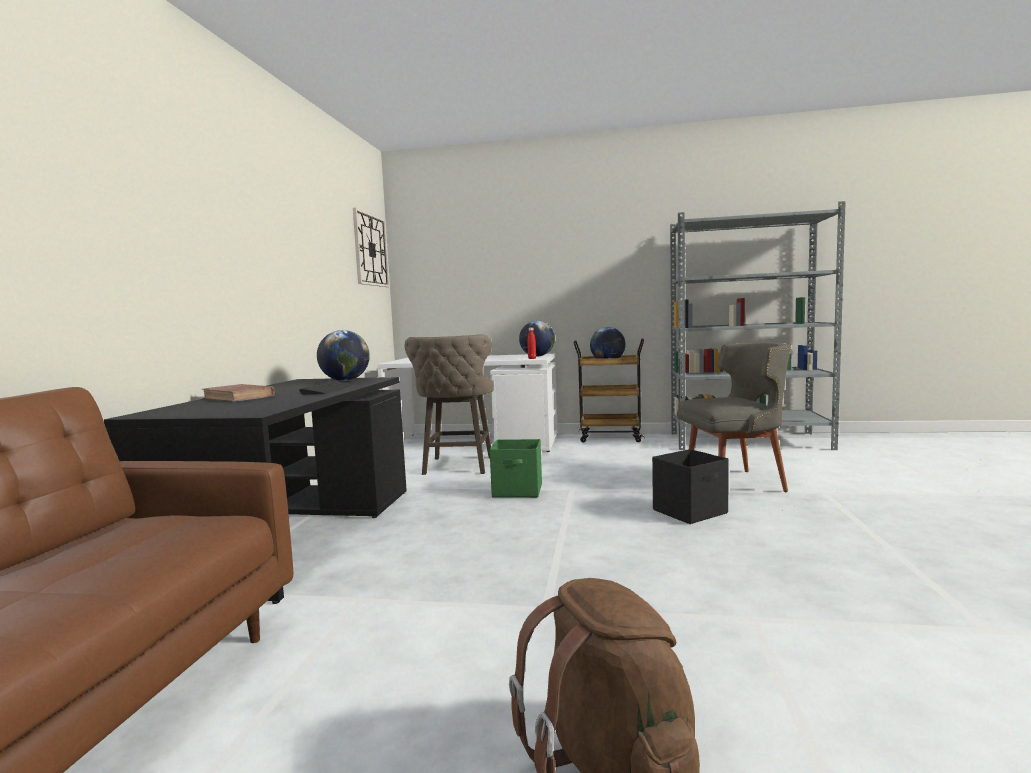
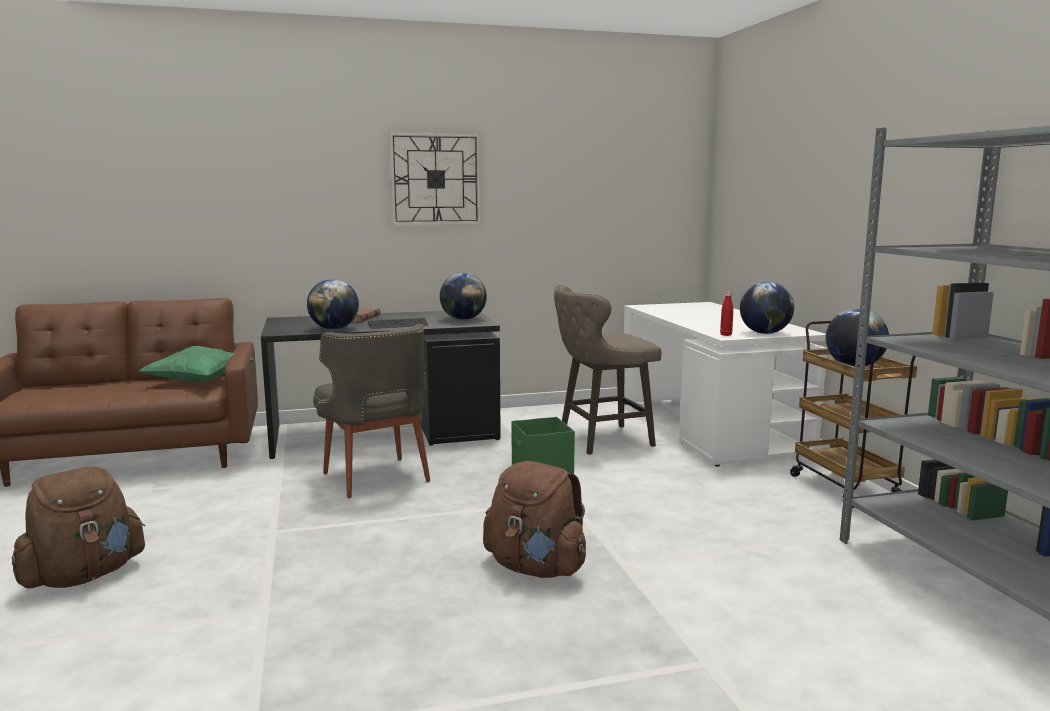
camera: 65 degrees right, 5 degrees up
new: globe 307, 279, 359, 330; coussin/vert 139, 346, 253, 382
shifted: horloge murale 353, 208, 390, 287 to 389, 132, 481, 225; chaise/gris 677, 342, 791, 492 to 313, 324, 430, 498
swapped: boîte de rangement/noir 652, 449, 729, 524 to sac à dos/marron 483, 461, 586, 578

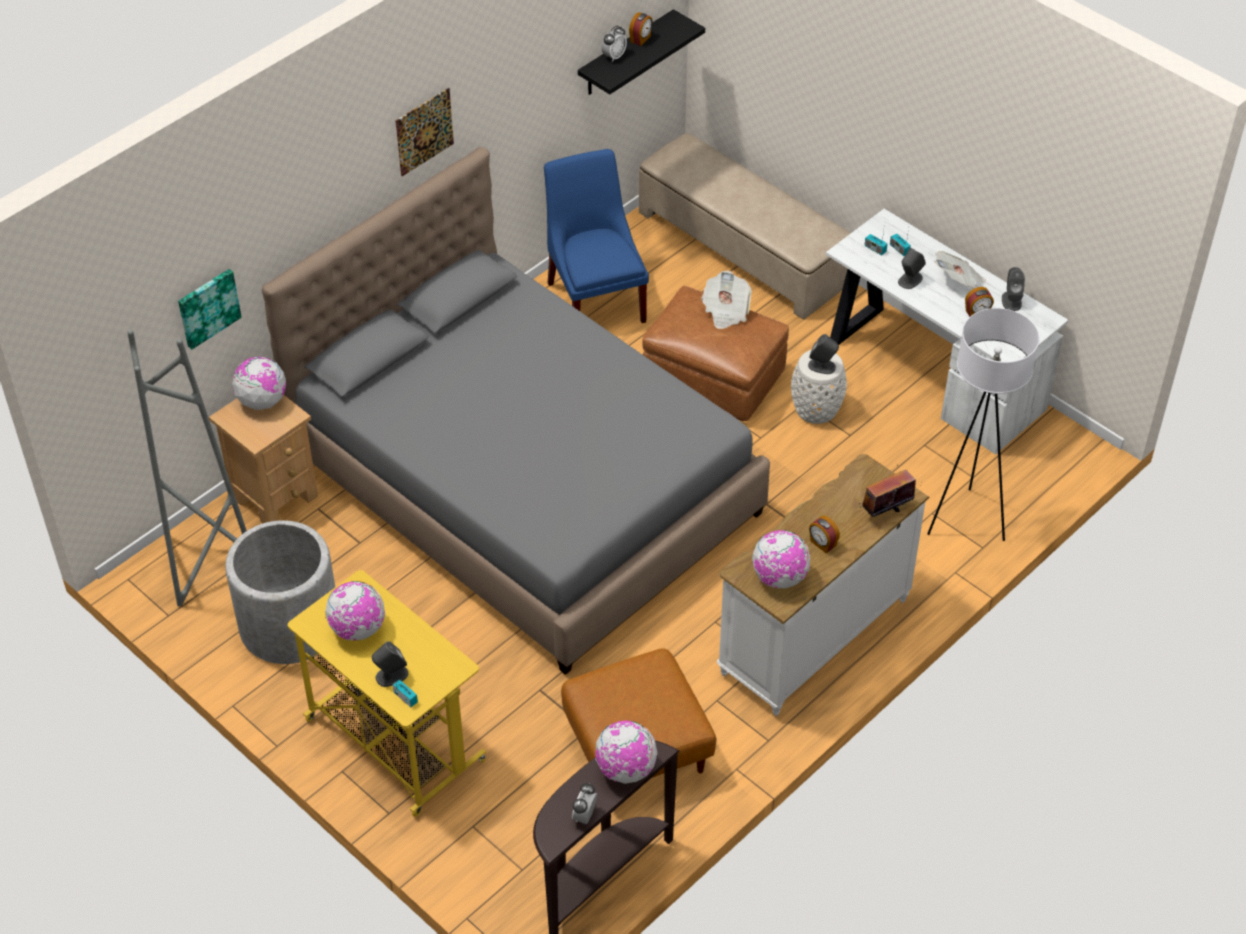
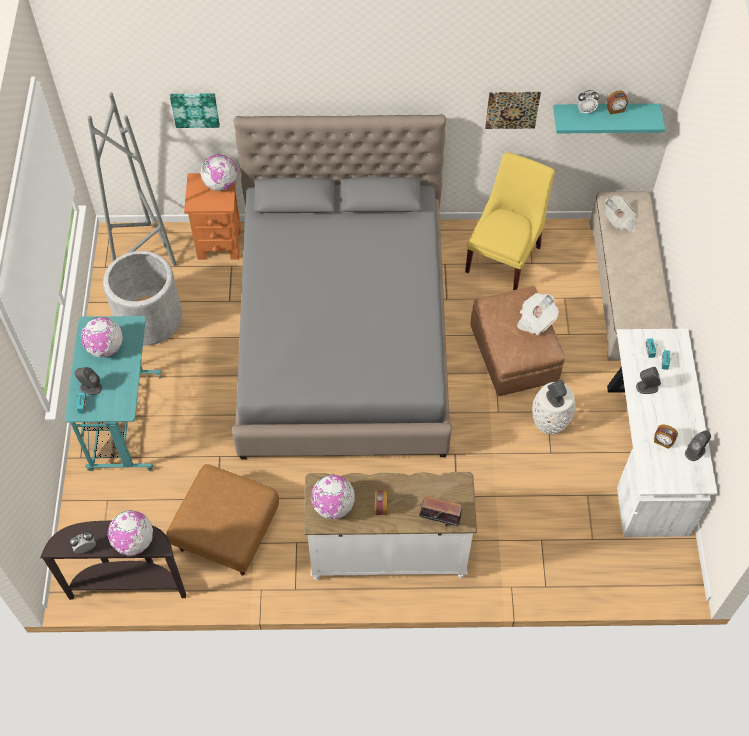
camera: 45 degrees right, 10 degrees up
gone: lampadaire/blanc 927, 308, 1039, 541
shifted: tableau 395, 88, 454, 176 to 485, 92, 541, 129; journal 934, 251, 986, 287 to 605, 195, 637, 232
repainted: étagère/noir 578, 9, 705, 95 to étagère/turquoise 553, 104, 665, 133; chaise/bleu 544, 149, 649, 323 to chaise/jaune 465, 152, 555, 290; table de chevet/beige 209, 395, 318, 523 to table de chevet/orange 184, 173, 241, 260; bureau/jaune 288, 570, 486, 817 to bureau/turquoise 65, 316, 161, 471

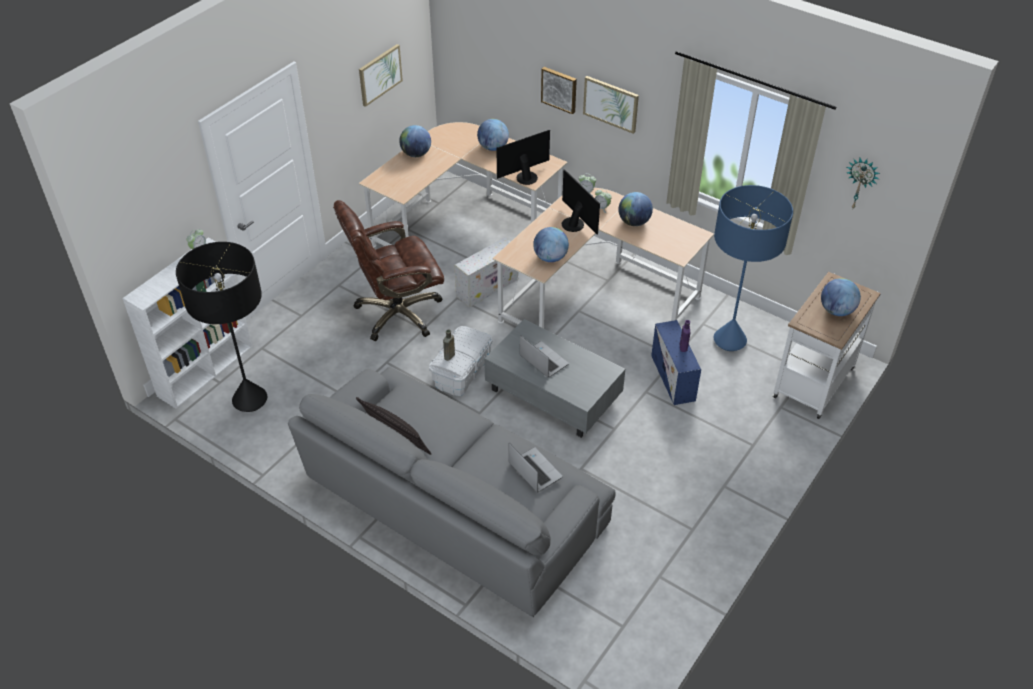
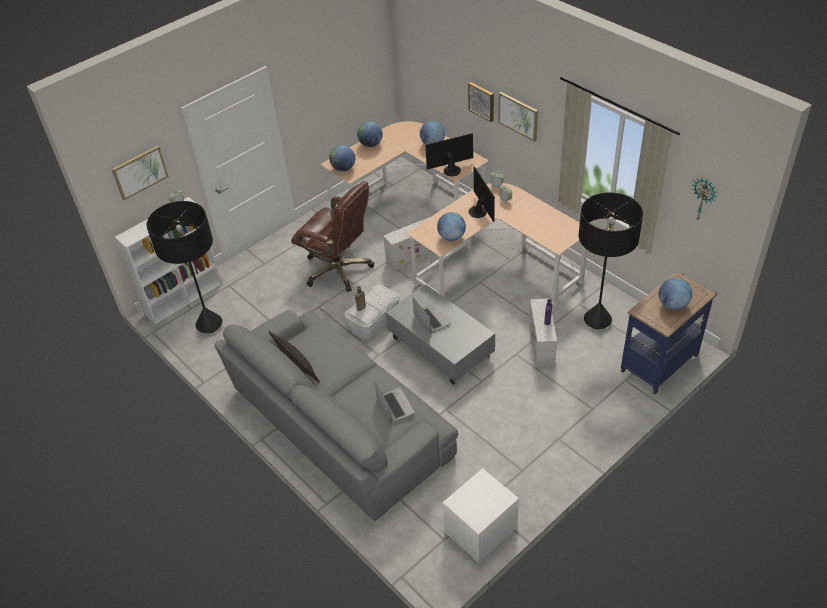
camera: 15 degrees right, 0 degrees up
new: table de chevet/blanc 442, 468, 519, 563
shifted: tableau 359, 44, 403, 107 to 112, 146, 169, 200; globe 618, 192, 653, 226 to 329, 145, 355, 172
repainted: lampadaire/bleu 714, 185, 793, 351 to lampadaire/noir 579, 192, 643, 329; chariot/blanc 773, 272, 881, 419 to chariot/bleu 621, 271, 717, 394; boîte de rangement/bleu 651, 320, 701, 405 to boîte de rangement/blanc 529, 298, 557, 368
rotated: chaise de bureau/marron 333, 200, 444, 341 = 291, 181, 374, 292 135 degrees counterclockwise

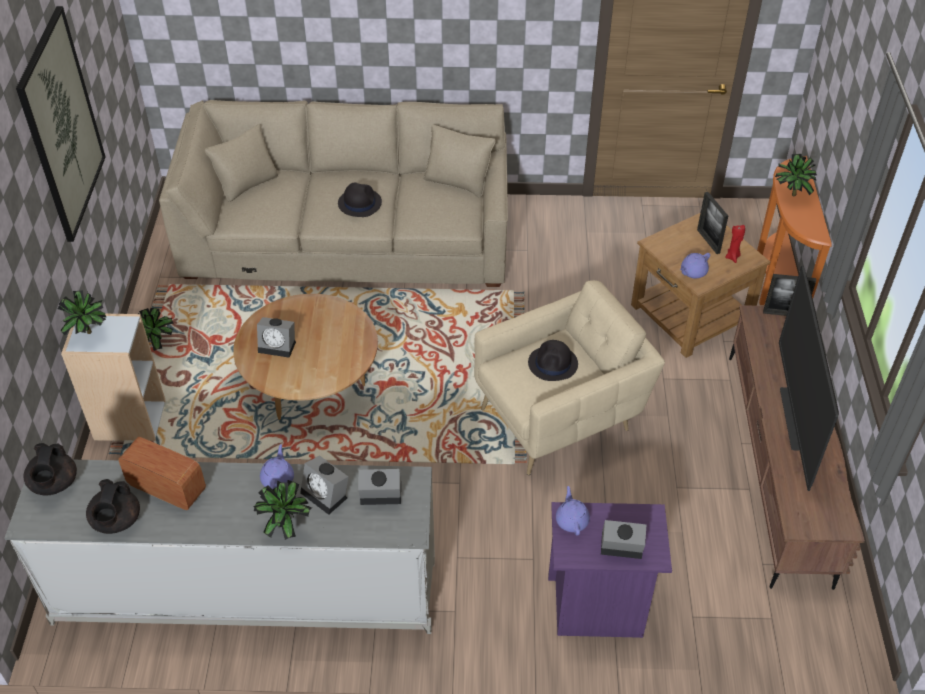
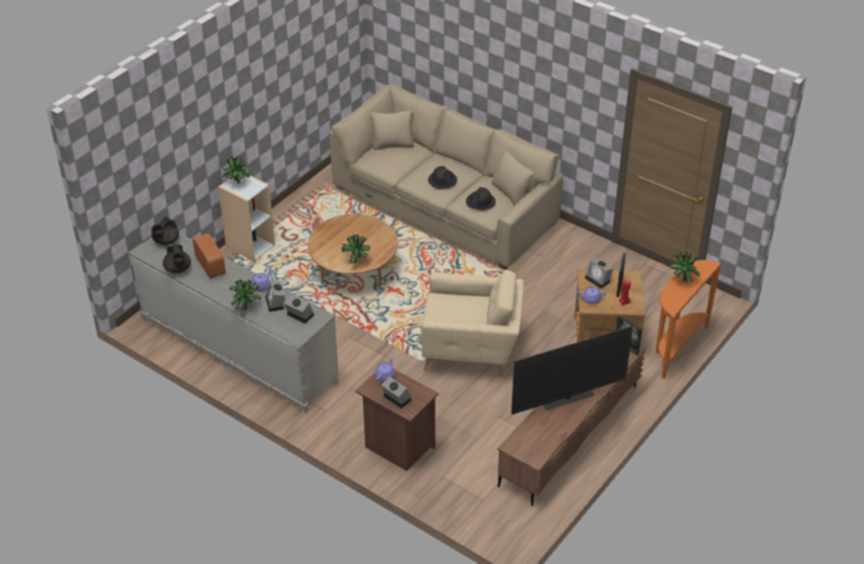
camera: 35 degrees right, 5 degrees down
gone: tableau 16, 6, 105, 242
shifted: plante en pot 138, 308, 174, 351 to 341, 235, 371, 263; réveil 257, 317, 296, 358 to 585, 258, 613, 289; chapeau/noir 528, 340, 578, 381 to 466, 187, 496, 211
repainted: table de chevet/violet 548, 502, 672, 638 to table de chevet/marron 355, 369, 439, 471
rotated: téléviseur 779, 266, 839, 491 = 511, 326, 633, 415 150 degrees counterclockwise; théière/noir 86, 479, 140, 534 = 163, 245, 191, 273 60 degrees counterclockwise

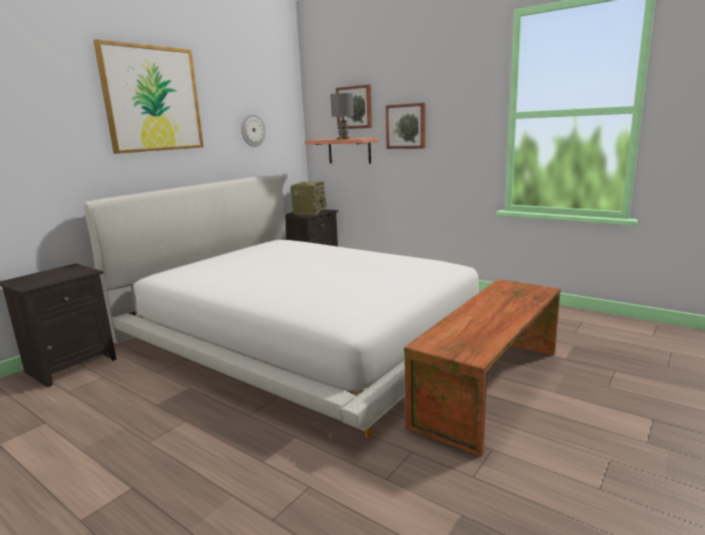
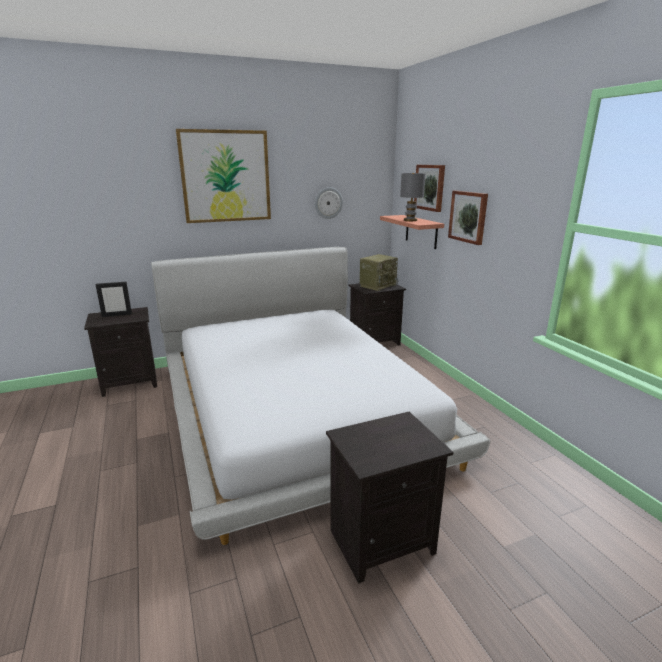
camera: 30 degrees right, 5 degrees up
new: cadre photo 96, 282, 132, 317
swapped: banc/marron 404, 279, 561, 457 to table de chevet/noir 326, 412, 453, 584

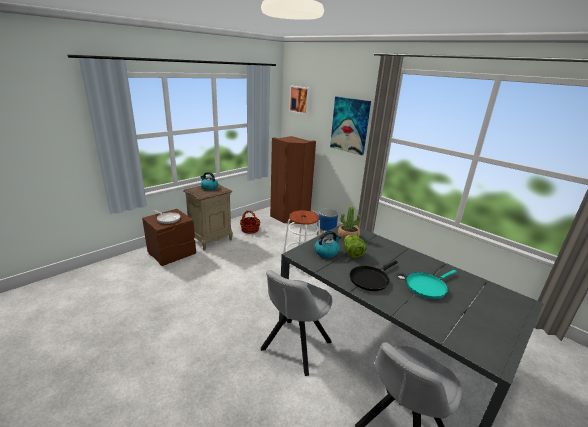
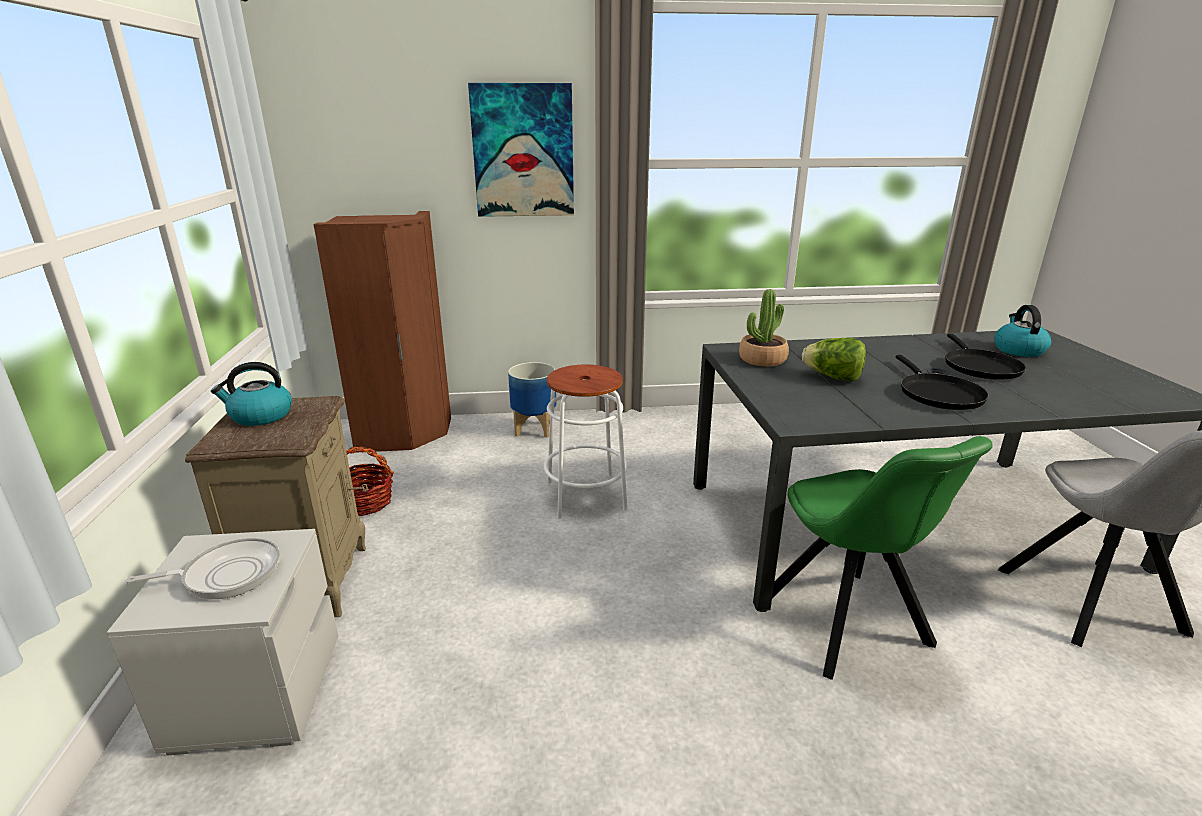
camera: 50 degrees left, 0 degrees up
gone: tableau 289, 86, 311, 115
shifted: bouilloire 314, 231, 341, 258 to 995, 305, 1051, 357
repainted: table de chevet/marron 142, 209, 196, 266 to table de chevet/blanc 107, 529, 338, 756; chaise/gris 261, 270, 333, 376 to chaise/vert 772, 436, 992, 680; poêle/turquoise 406, 270, 457, 299 to poêle/noir 945, 334, 1026, 380

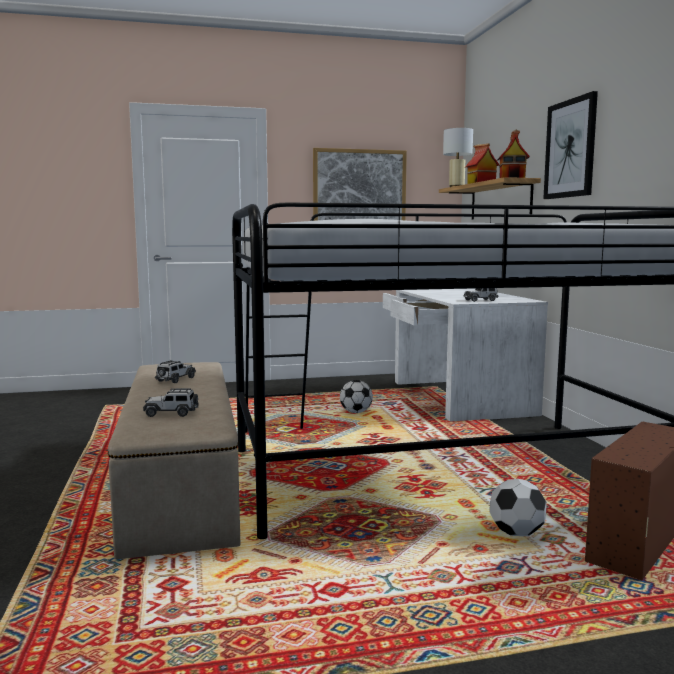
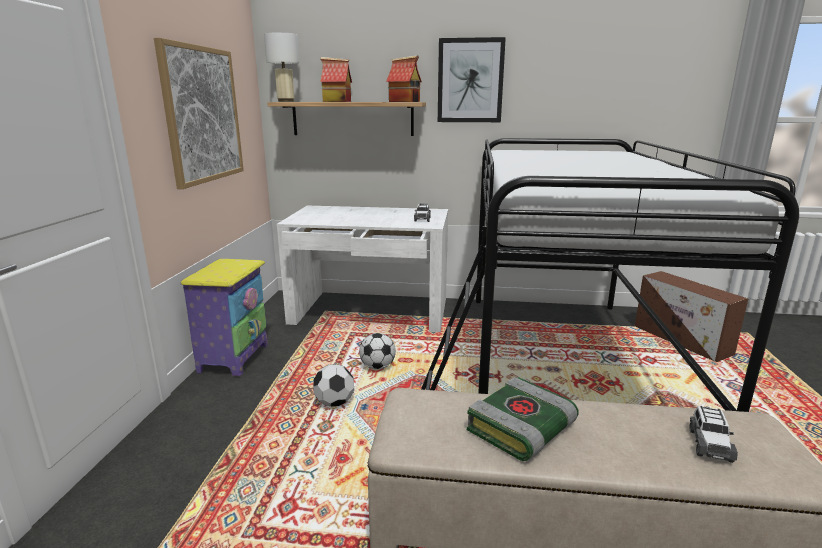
camera: 70 degrees left, 10 degrees up
new: table de chevet 181, 259, 268, 376
shifted: ballon de foot 490, 479, 547, 536 to 313, 364, 354, 407
swapped: petite voiture 155, 360, 196, 383 to livre 467, 377, 579, 461

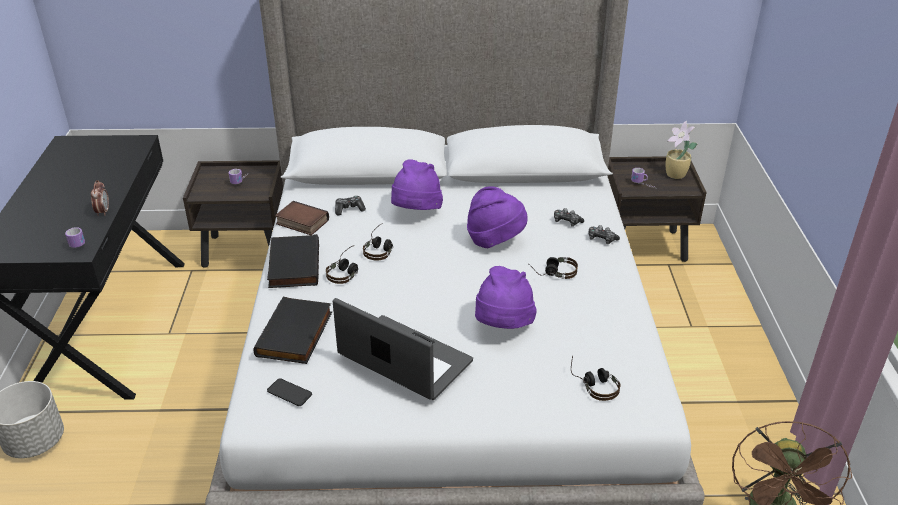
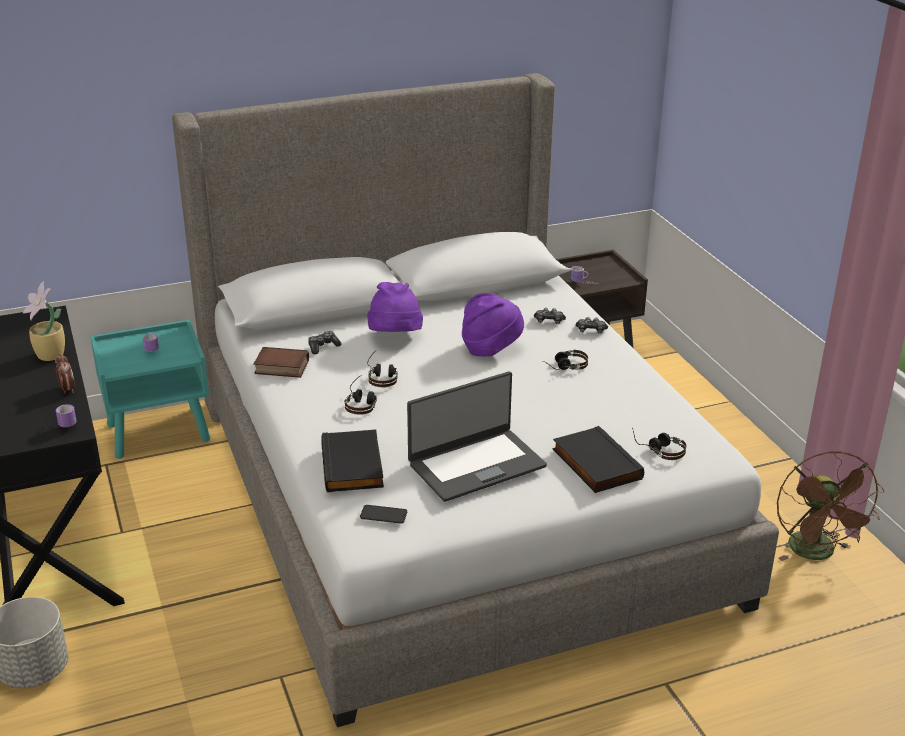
camera: 20 degrees left, 5 degrees down
gone: chapeau/violet 475, 266, 537, 329
shifted: plante en pot 666, 121, 697, 179 to 23, 282, 65, 361; livre/noir 267, 234, 319, 288 to 552, 426, 644, 493
repainted: table de chevet/marron 183, 160, 283, 268 to table de chevet/turquoise 90, 320, 210, 459
rotated: ordinateur portable 332, 298, 473, 400 = 407, 372, 547, 502 135 degrees clockwise

